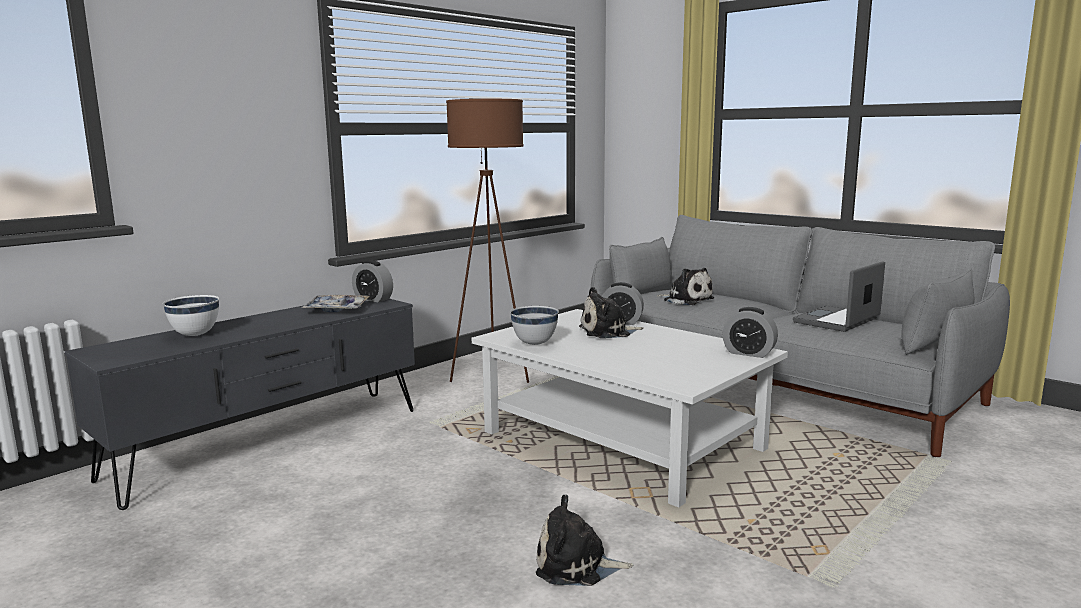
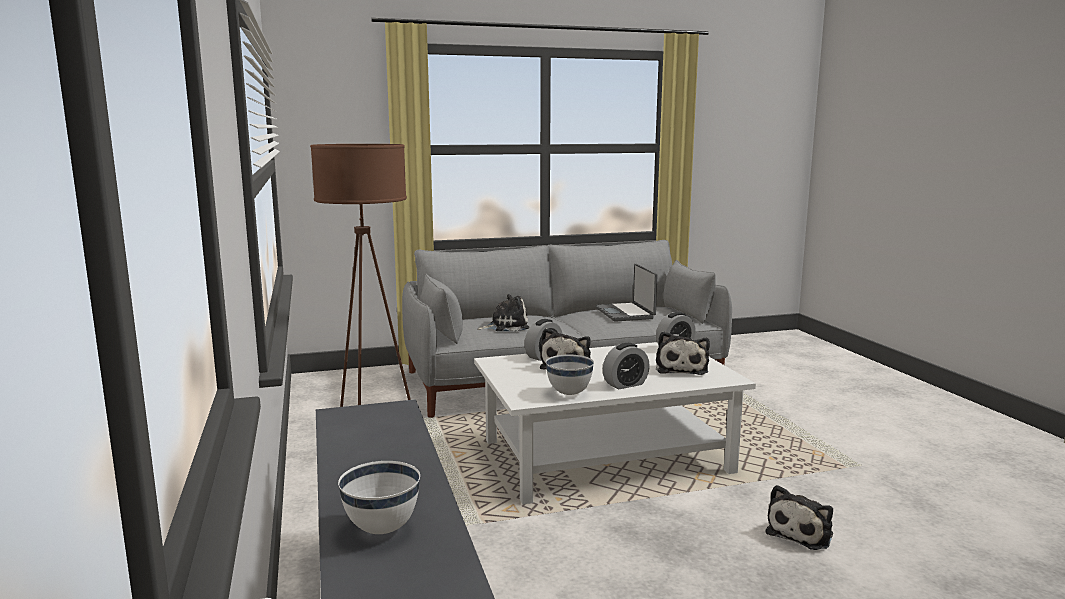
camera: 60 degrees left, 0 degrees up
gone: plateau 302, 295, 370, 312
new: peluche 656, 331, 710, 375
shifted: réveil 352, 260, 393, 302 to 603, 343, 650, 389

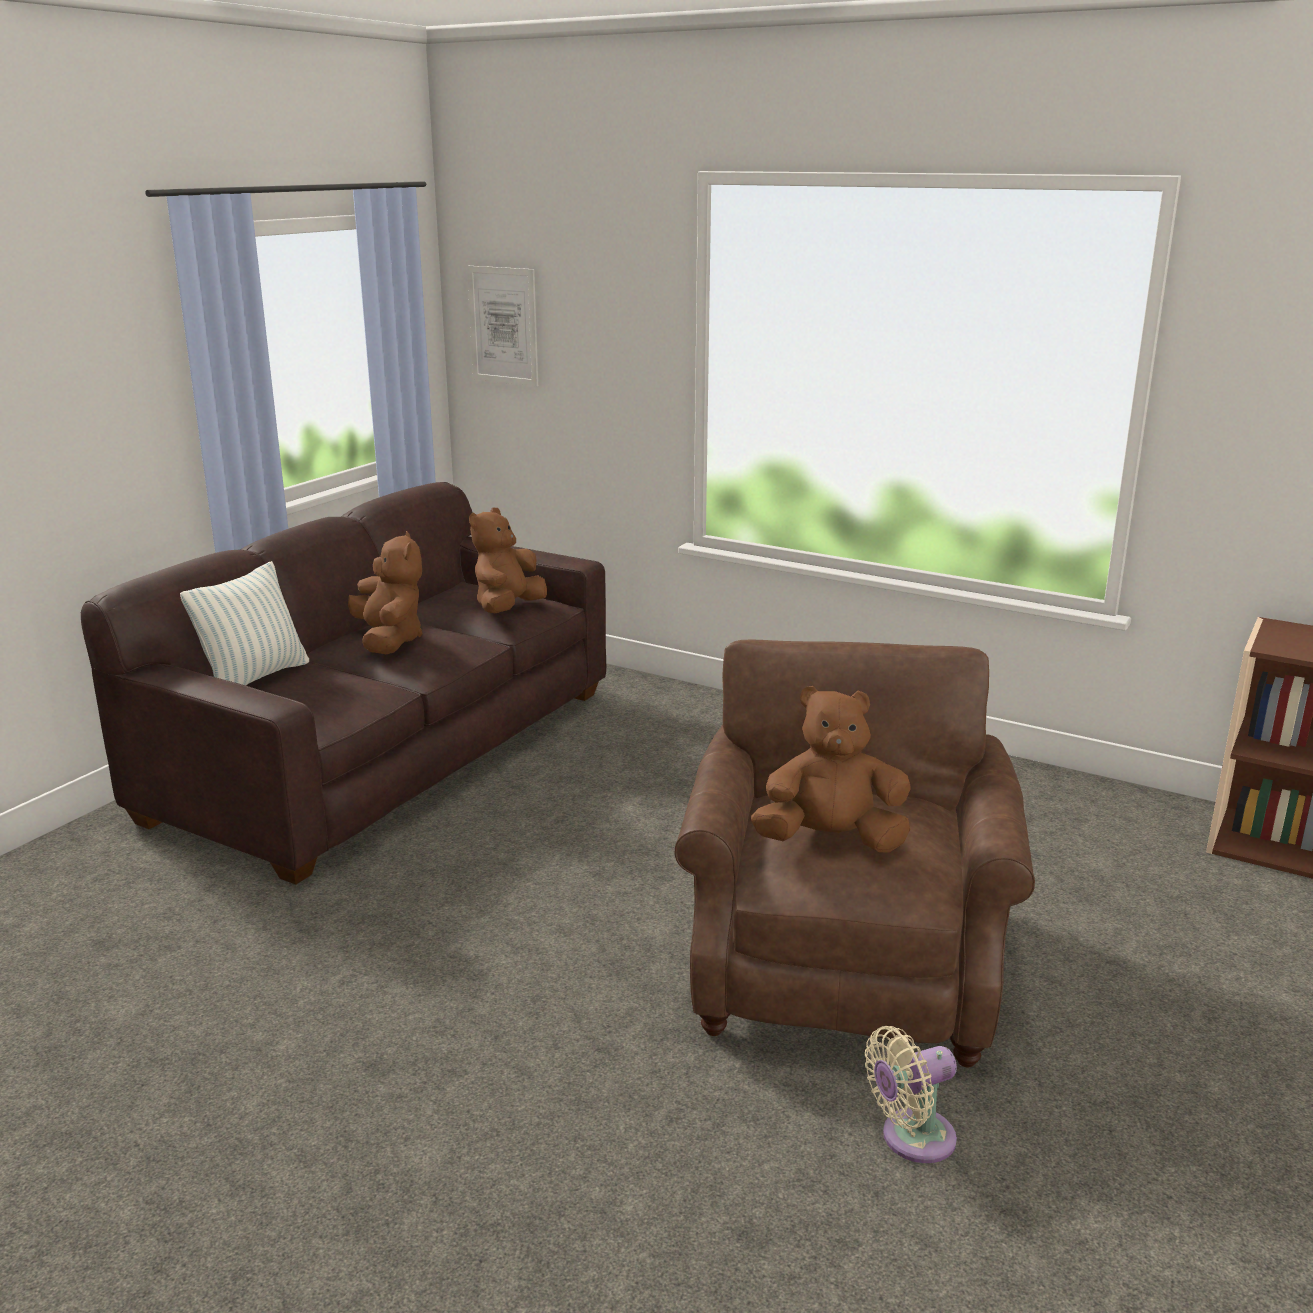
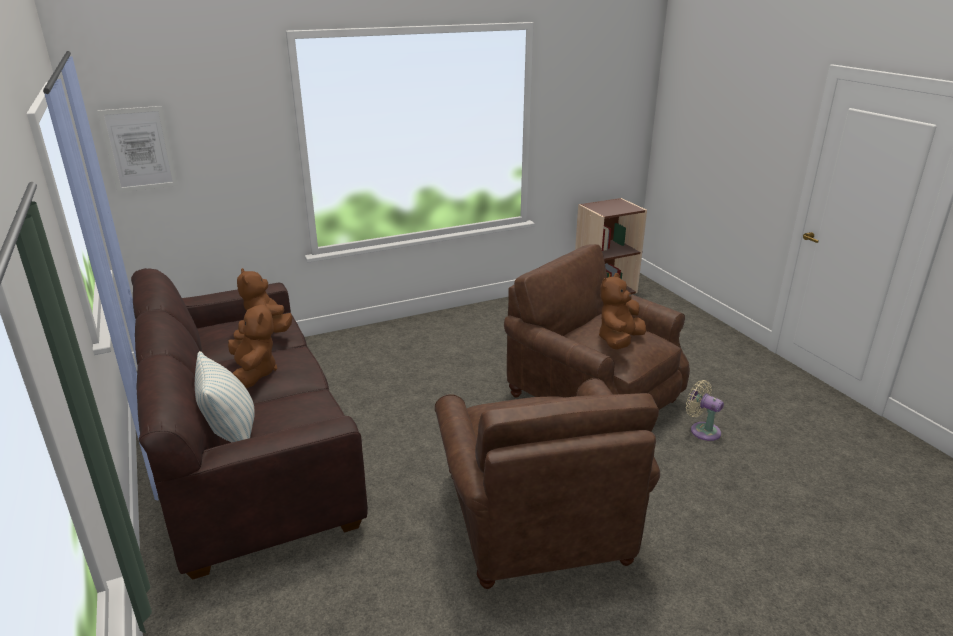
camera: 55 degrees left, 5 degrees up
new: fauteuil/marron 435, 378, 660, 589
rotated: peluche/marron 348, 531, 423, 654 = 228, 301, 277, 388 60 degrees clockwise; ventilateur/beige 865, 1026, 957, 1163 = 686, 380, 724, 441 120 degrees clockwise

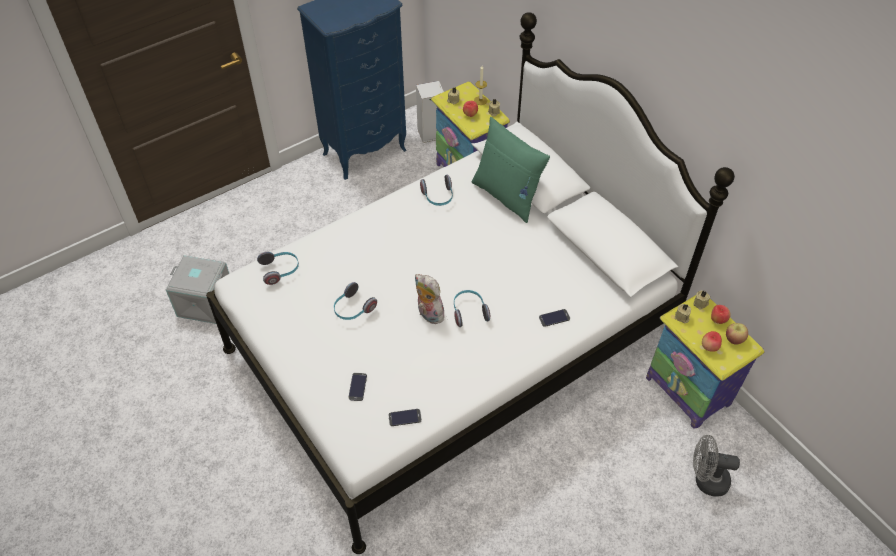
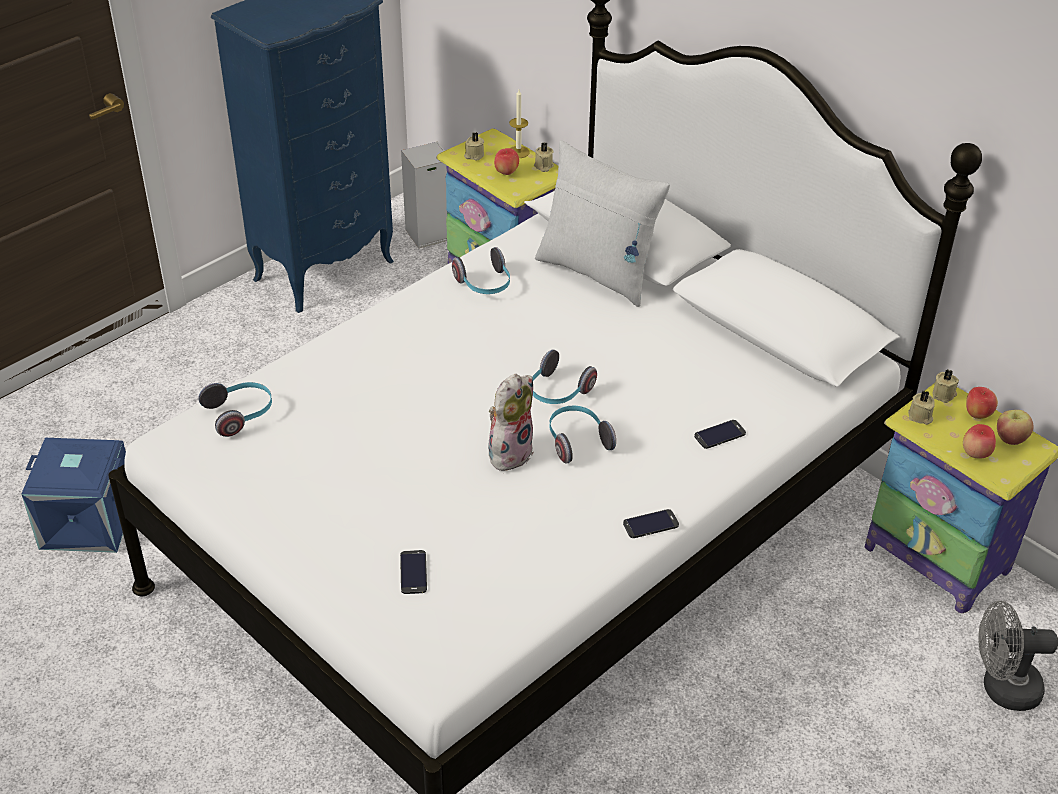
camera: 10 degrees left, 10 degrees down
shifted: casque audio 334, 282, 377, 320 to 532, 350, 597, 404; téléphone 389, 409, 422, 426 to 623, 509, 679, 538
repainted: coussin/vert 472, 117, 550, 223 to coussin/gris 535, 140, 670, 307; boîte de rangement/gris 166, 255, 229, 324 to boîte de rangement/bleu 21, 438, 126, 553
rotated: peluche 415, 274, 444, 324 = 488, 374, 534, 471 90 degrees clockwise

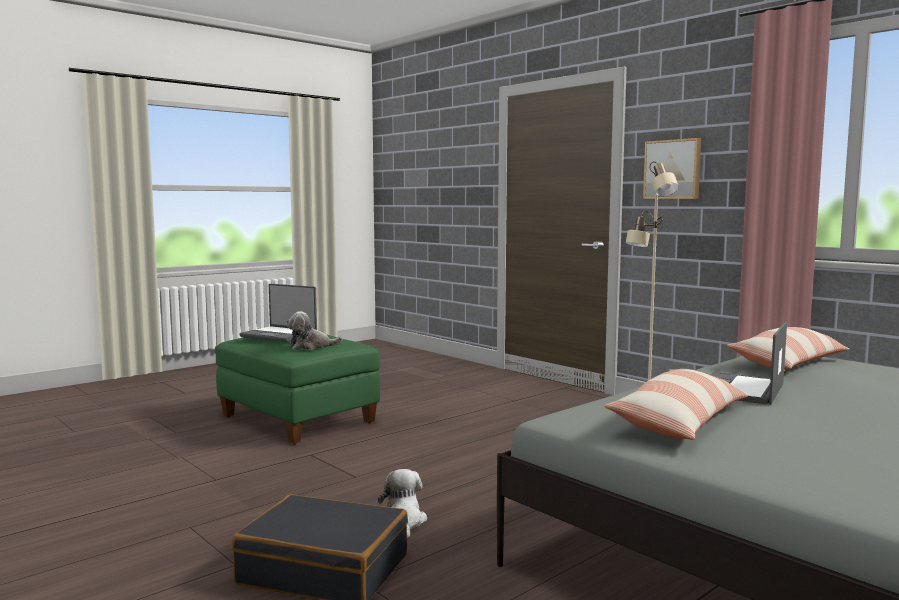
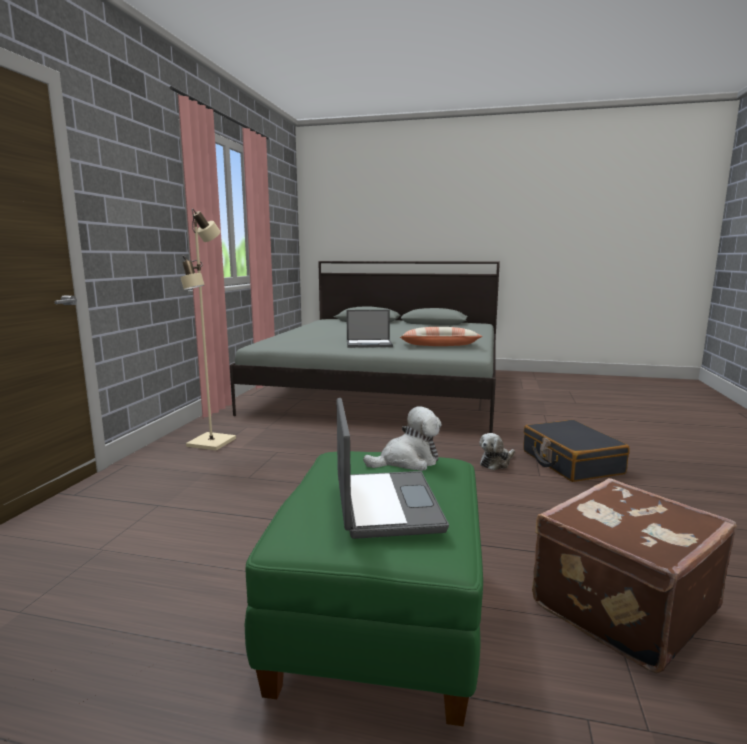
camera: 125 degrees left, 5 degrees up
gone: tableau 643, 138, 701, 199; coussin 727, 327, 850, 369
new: valise/marron 532, 478, 737, 673
rotated: peluche 286, 311, 343, 350 = 363, 407, 442, 471 60 degrees counterclockwise

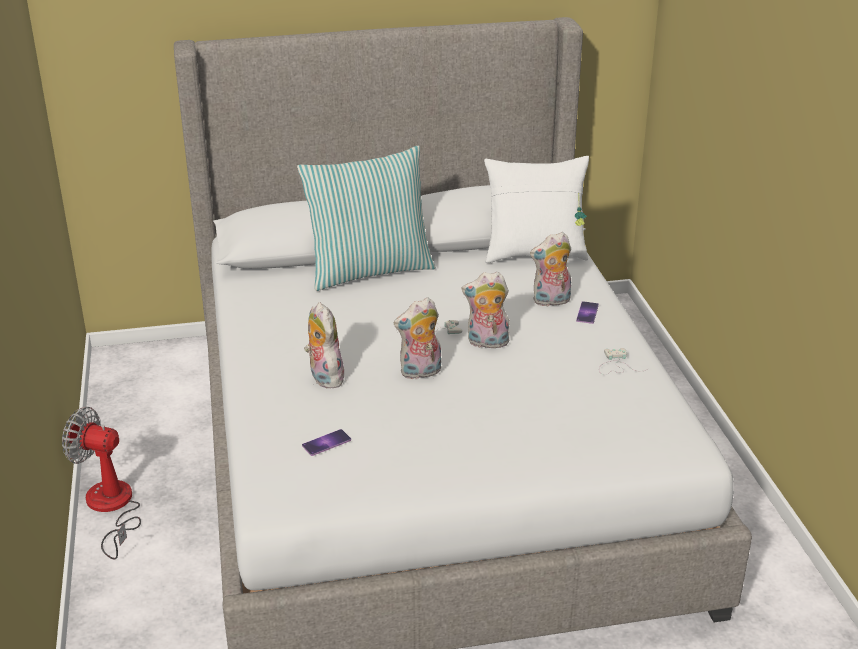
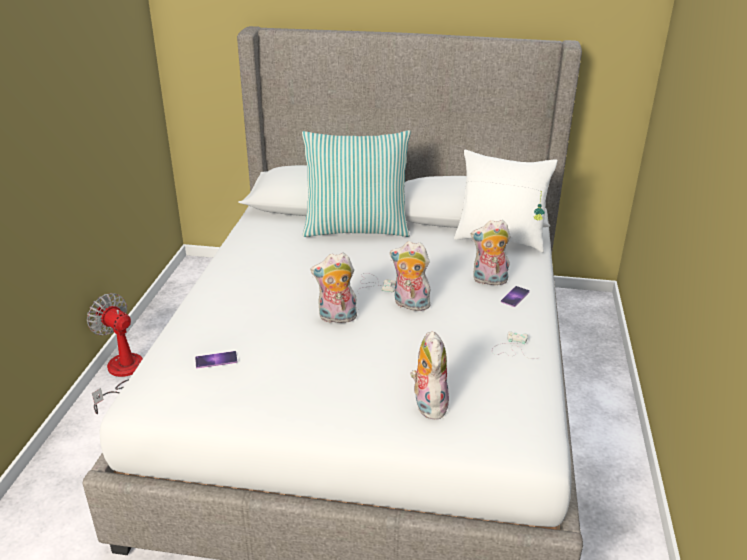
camera: 20 degrees right, 0 degrees up
shifted: peluche 304, 302, 344, 388 to 411, 331, 449, 420

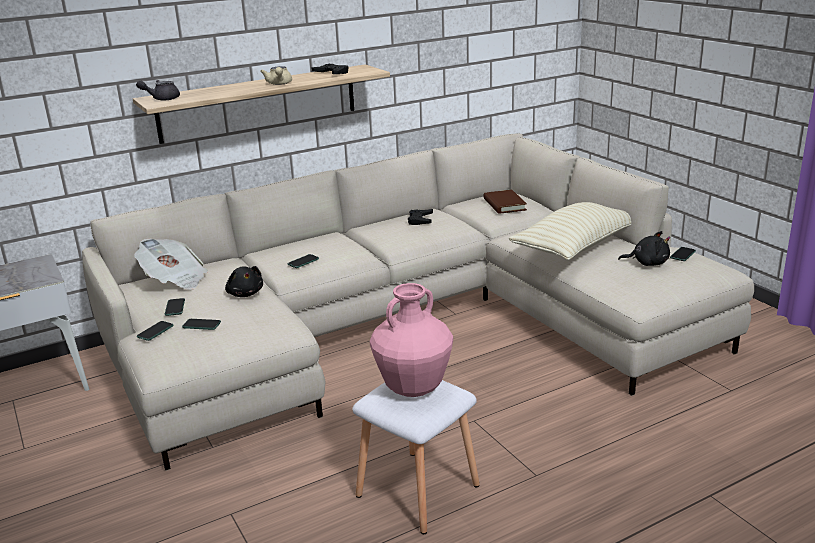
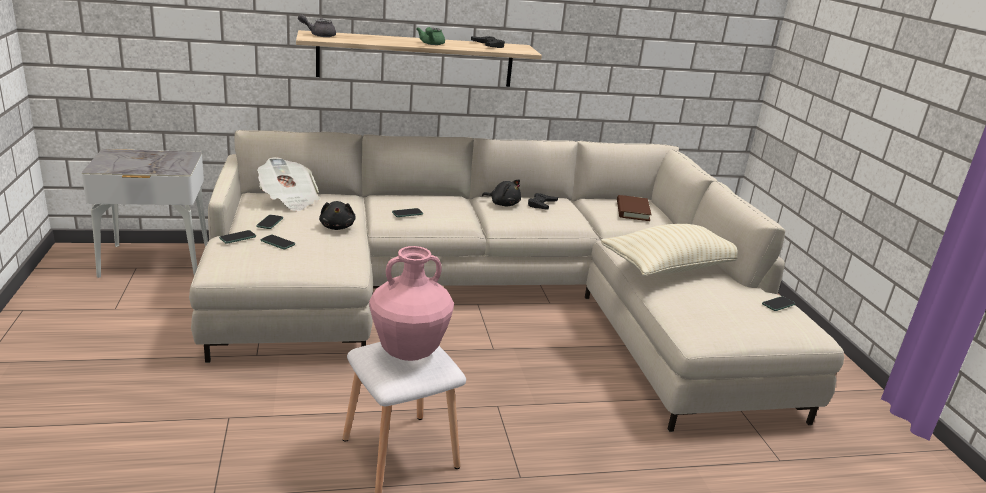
camera: 15 degrees right, 0 degrees up
shifted: peluche/noir 618, 231, 670, 266 to 482, 180, 521, 206
repainted: théière/beige 260, 66, 292, 85 to théière/vert 416, 27, 445, 45

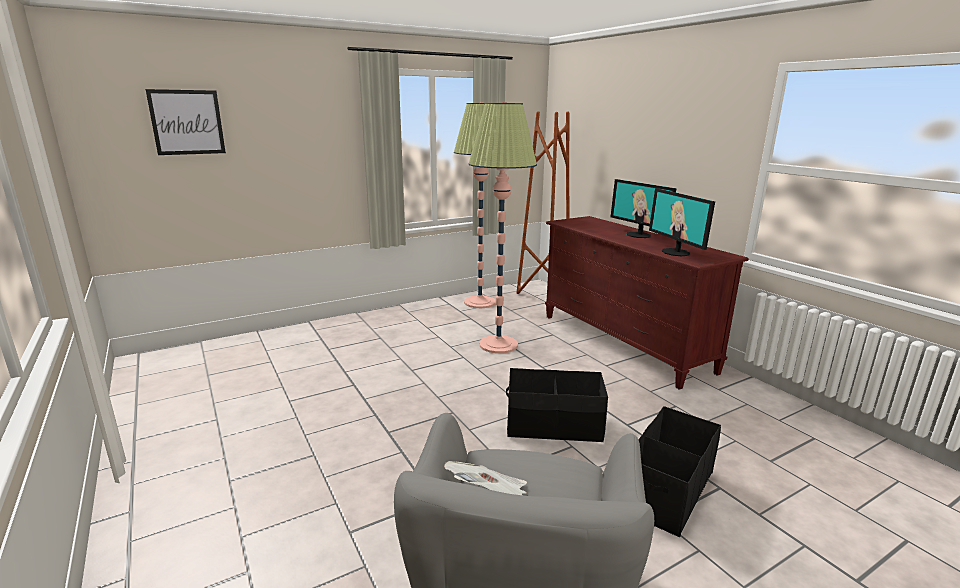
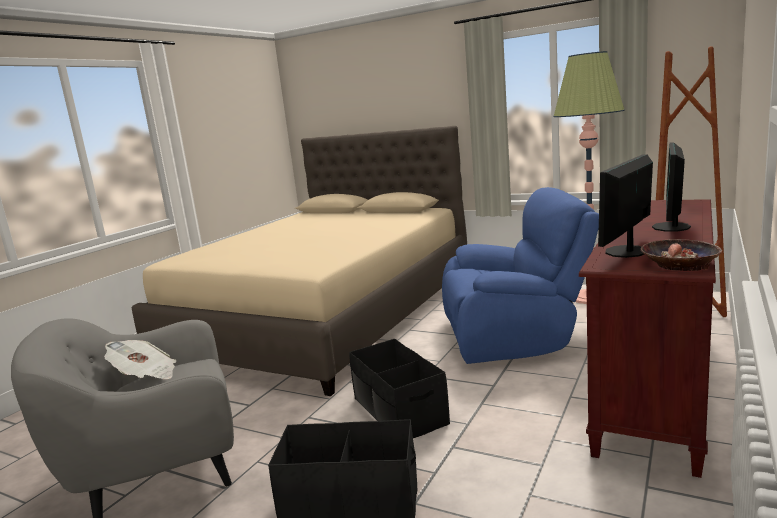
camera: 60 degrees right, 5 degrees down
gone: tableau 146, 89, 226, 155
new: lit/beige 131, 126, 467, 396; bol 641, 239, 722, 271
swapped: lampadaire 468, 102, 537, 354 to fauteuil/bleu 442, 187, 599, 364

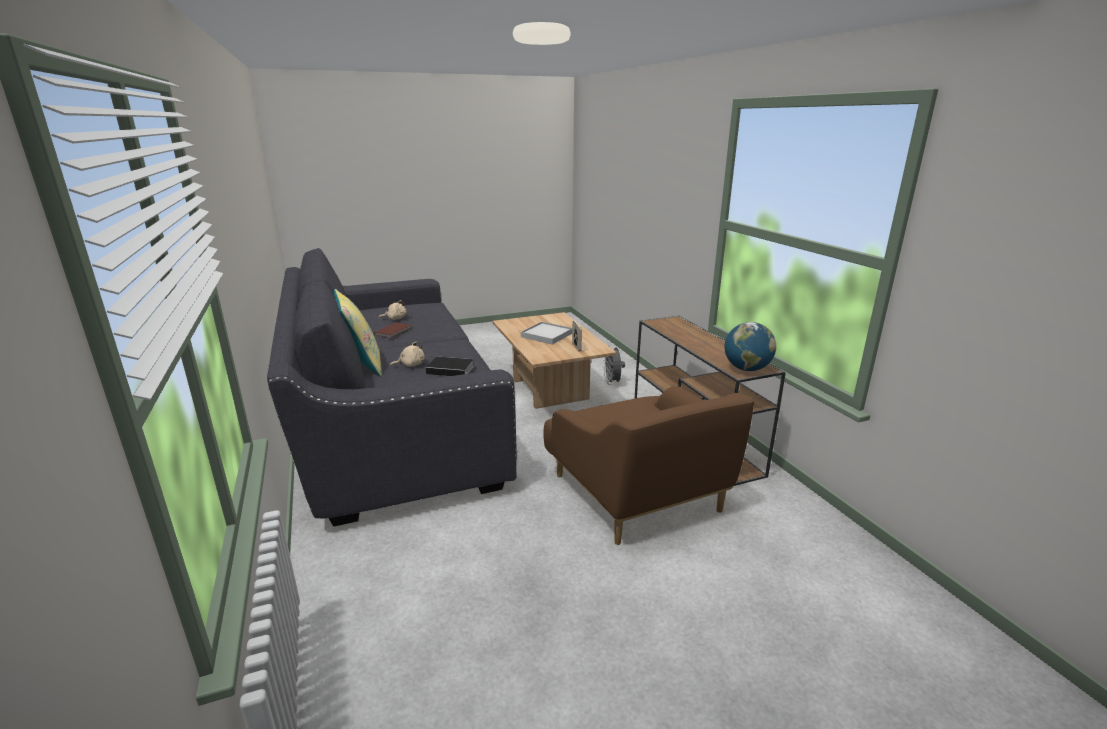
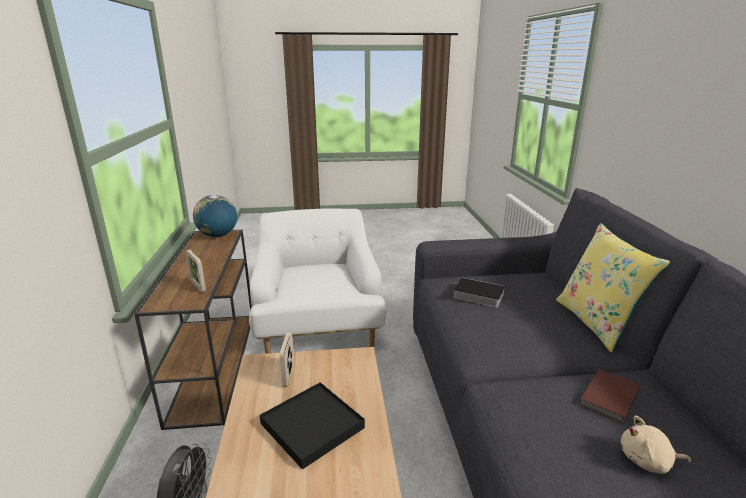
camera: 165 degrees left, 0 degrees up
gone: peluche/beige 390, 342, 425, 367
new: cadre photo 186, 249, 206, 293
repainted: plateau/blanc 521, 322, 572, 345 to plateau/noir 260, 382, 365, 469; fauteuil/marron 543, 386, 754, 545 to fauteuil/blanc 249, 209, 386, 354

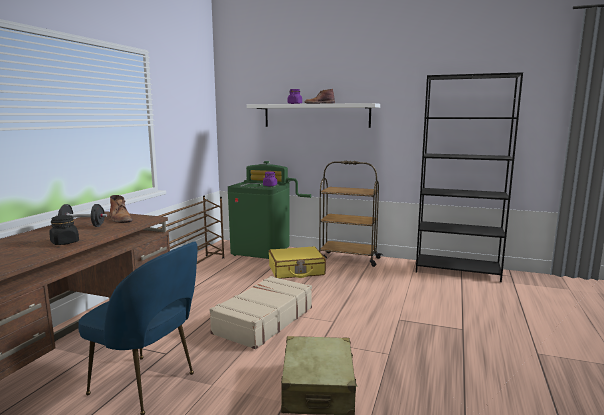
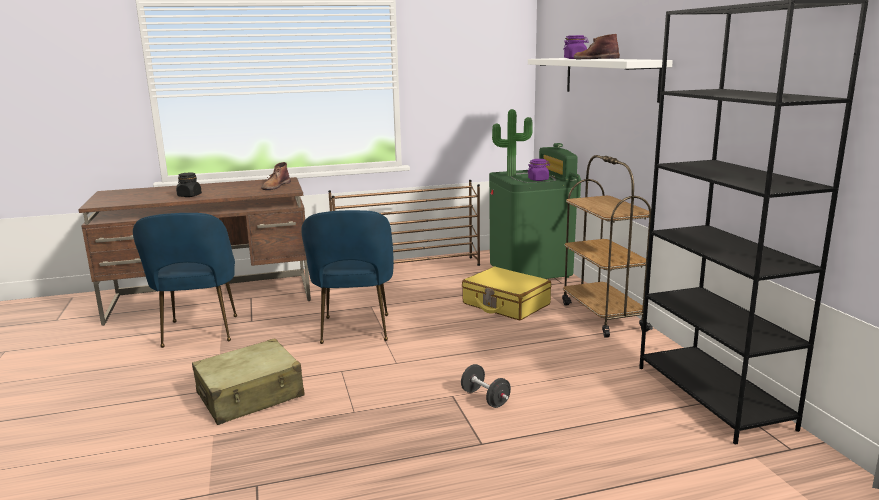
camera: 55 degrees right, 5 degrees up
new: plante en pot 492, 109, 533, 176
shifted: haltère/noir 56, 204, 107, 227 to 461, 364, 511, 408
swapped: valise/beige 209, 276, 312, 349 to chaise/bleu 301, 210, 394, 344

